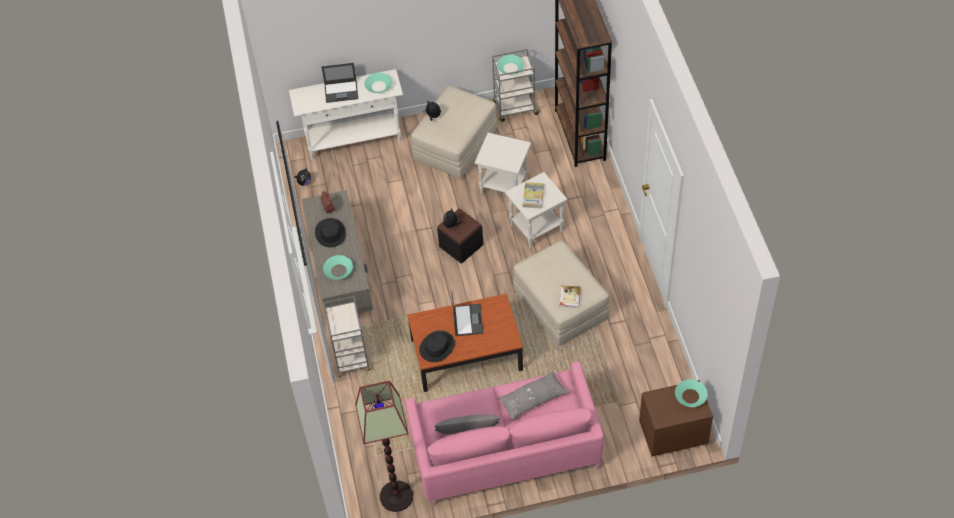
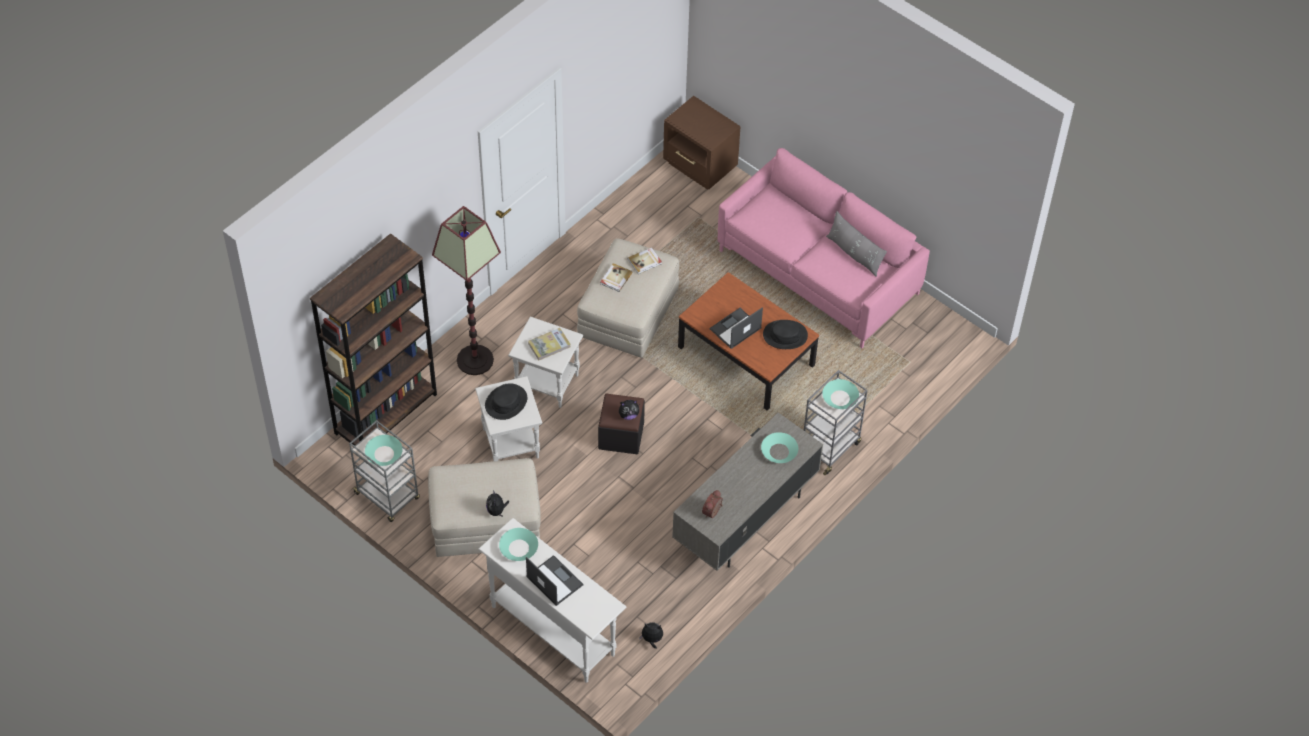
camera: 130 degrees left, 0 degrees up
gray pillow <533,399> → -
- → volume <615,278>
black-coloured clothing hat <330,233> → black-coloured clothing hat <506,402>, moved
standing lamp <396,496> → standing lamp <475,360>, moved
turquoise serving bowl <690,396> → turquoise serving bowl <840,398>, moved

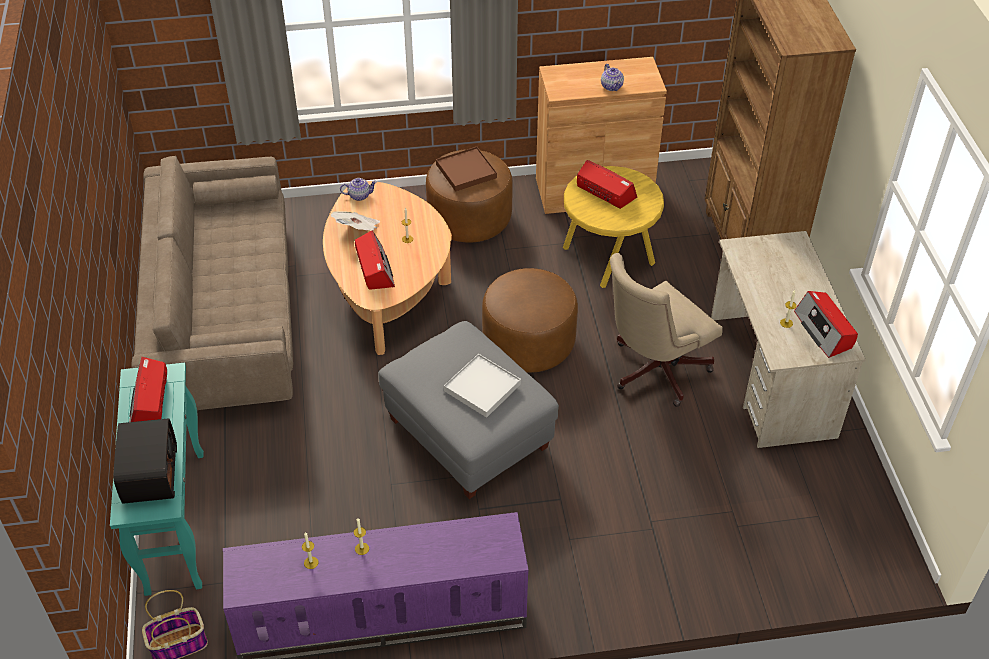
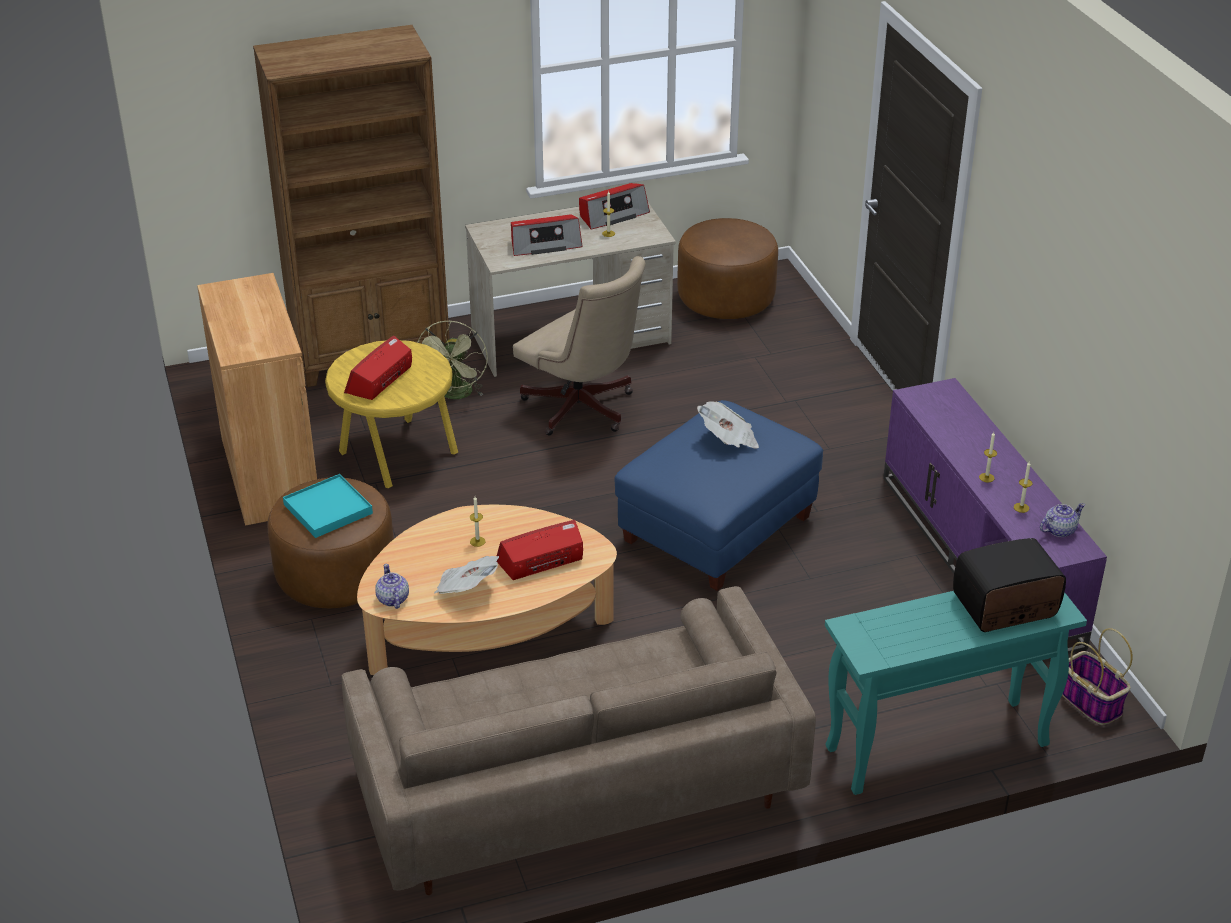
camera: 100 degrees left, 10 degrees down
- → green-coloured fan <456,395>
radio <149,401> → radio <544,244>, moved
brown pouffe <528,343> → brown pouffe <726,298>, moved
teapot <611,86> → teapot <1059,530>, moved
white-coloured carrying tray <482,388> → daily paper <728,440>
gray pouffe <468,434> → blue pouffe <718,530>
brown carrying tray <466,171> → turquoise carrying tray <327,509>

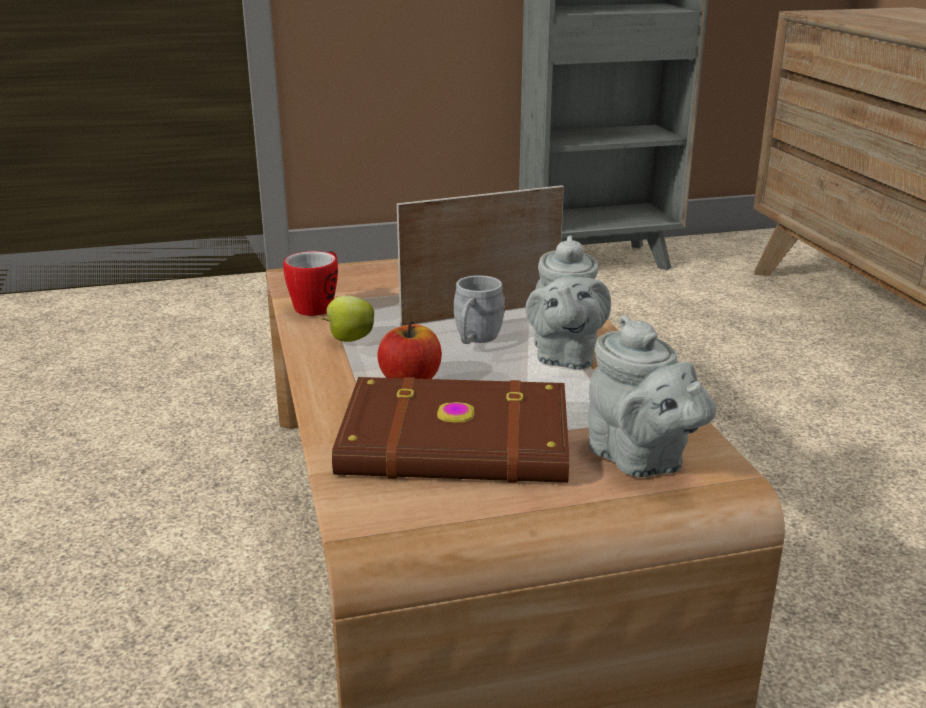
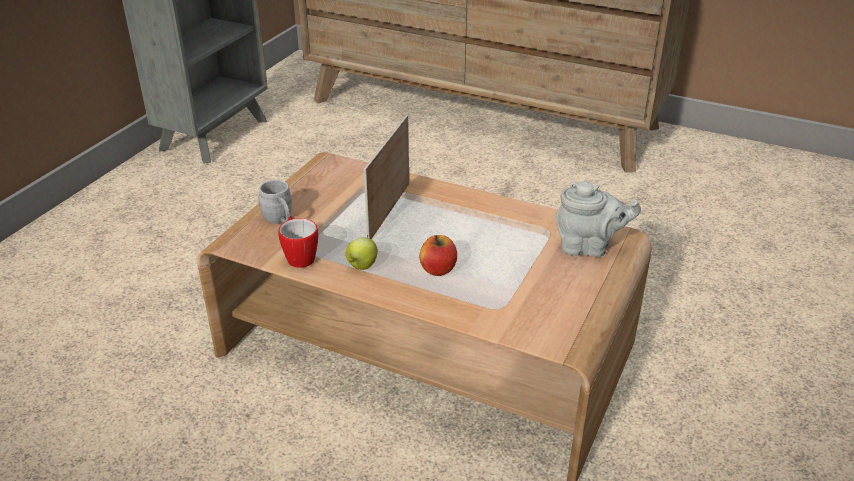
camera: 50 degrees left, 10 degrees up
brown volume <457,443> → -
gray teapot <564,357> → -
gray coffee mug <475,339> → gray coffee mug <280,220>, moved

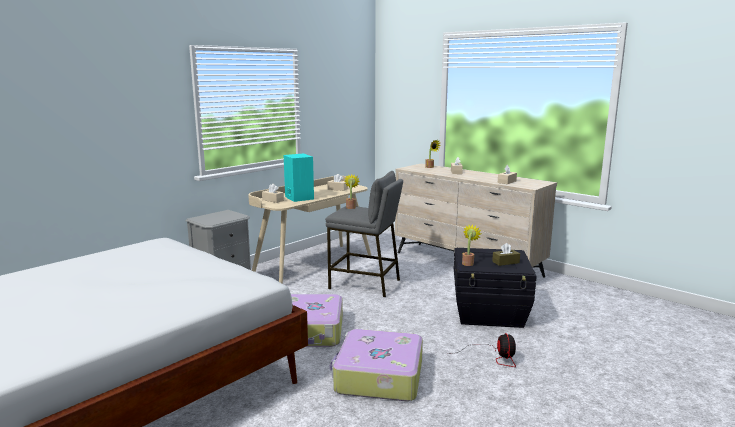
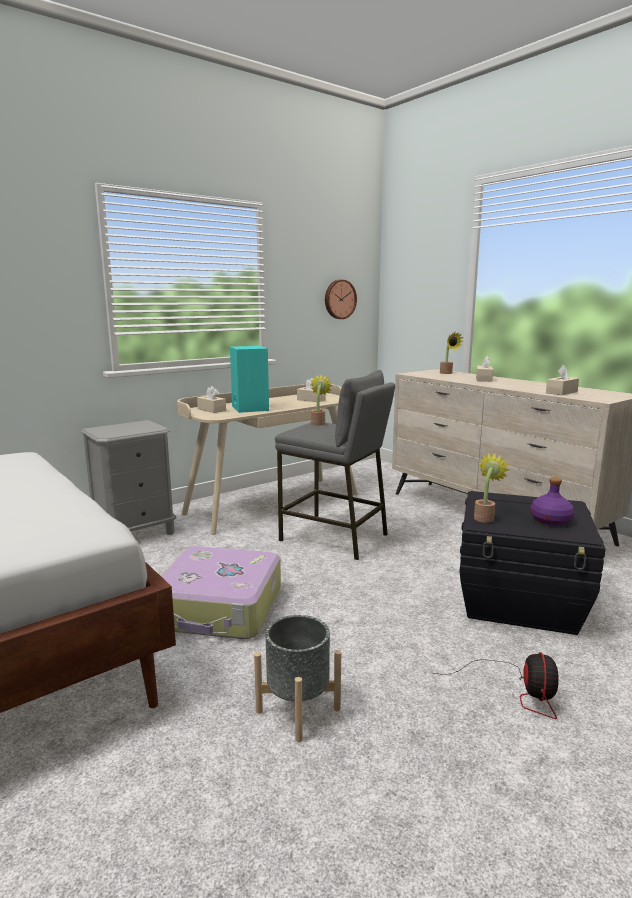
camera: 10 degrees right, 0 degrees up
- → clock on the wall <339,299>
travel case <378,376> → gray planter <298,710>
brown tissue box <505,262> → purplish bottle <550,520>

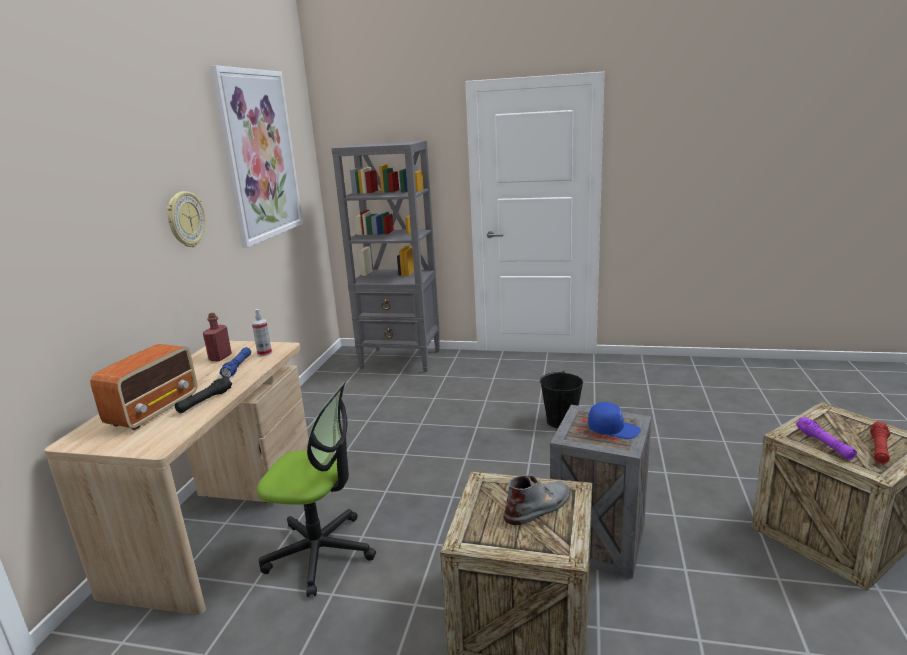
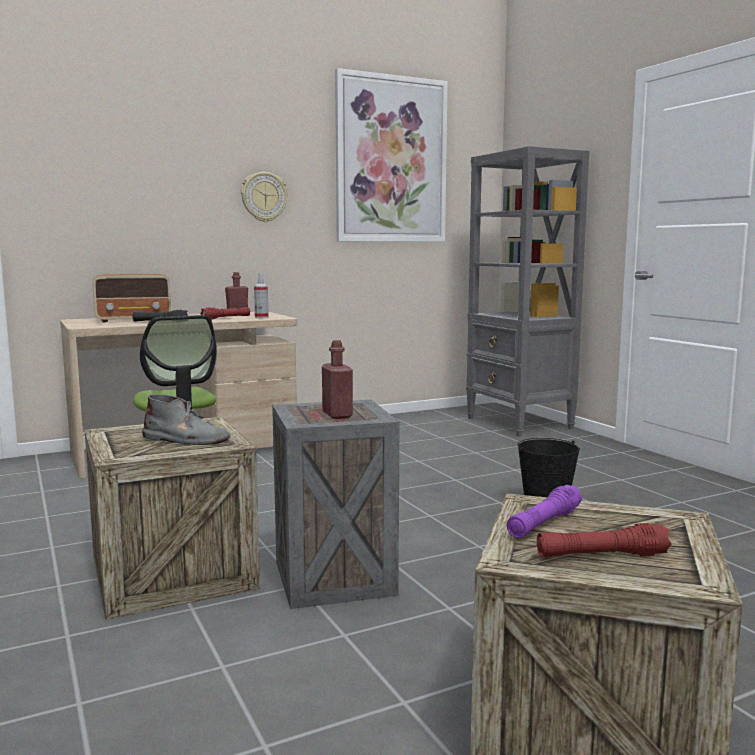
camera: 50 degrees right, 10 degrees down
blue cap <613,429> → red-coloured bottle <337,415>
blue torch <237,367> → red-coloured torch <226,318>

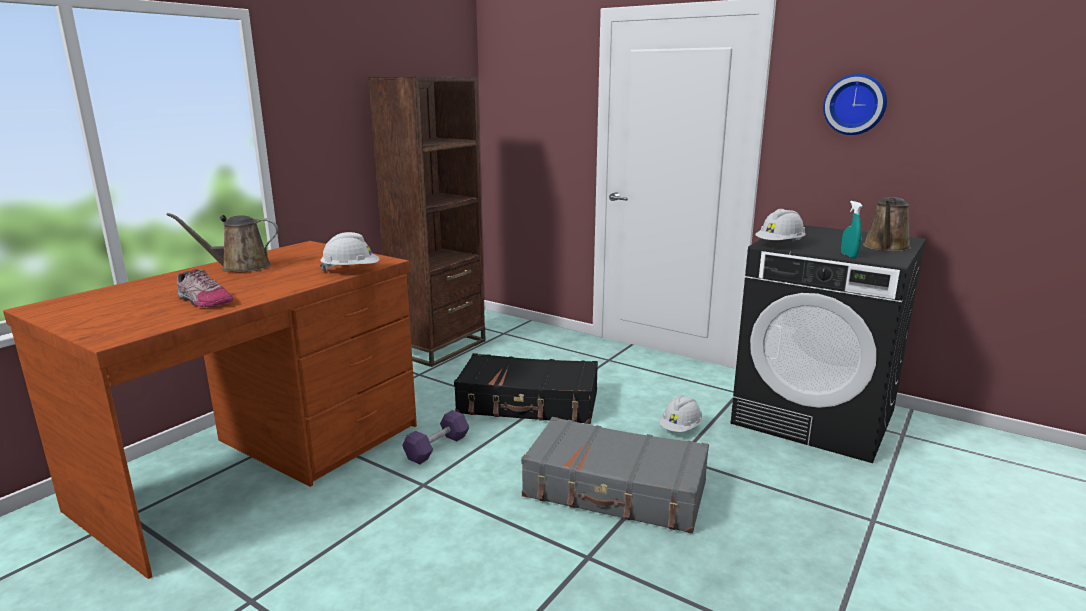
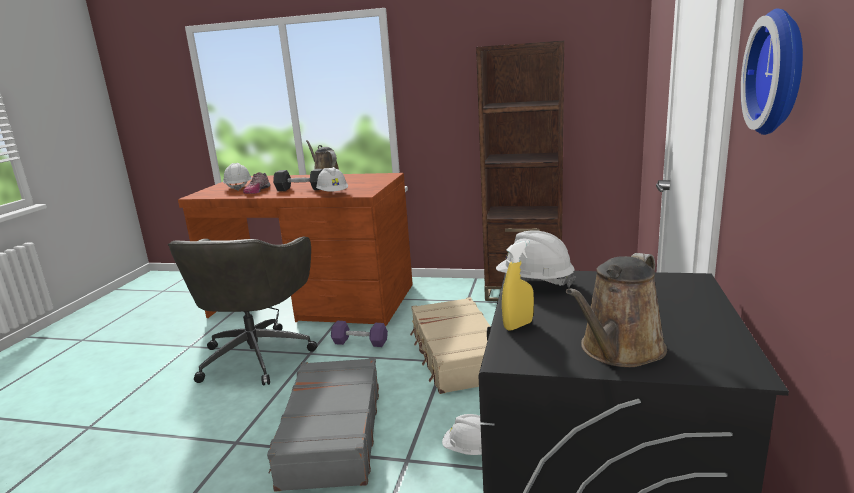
camera: 70 degrees right, 0 degrees up
- → gray computer chair <257,355>
- → white-coloured hard hat <238,187>
- → gray free weight <301,189>
black-coloured travel case <528,403> → beige-coloured travel case <456,356>
turquoise spray bottle <848,255> → yellow spray bottle <518,325>
brown watering pot <886,247> → brown watering pot <618,351>, 60 degrees counterclockwise

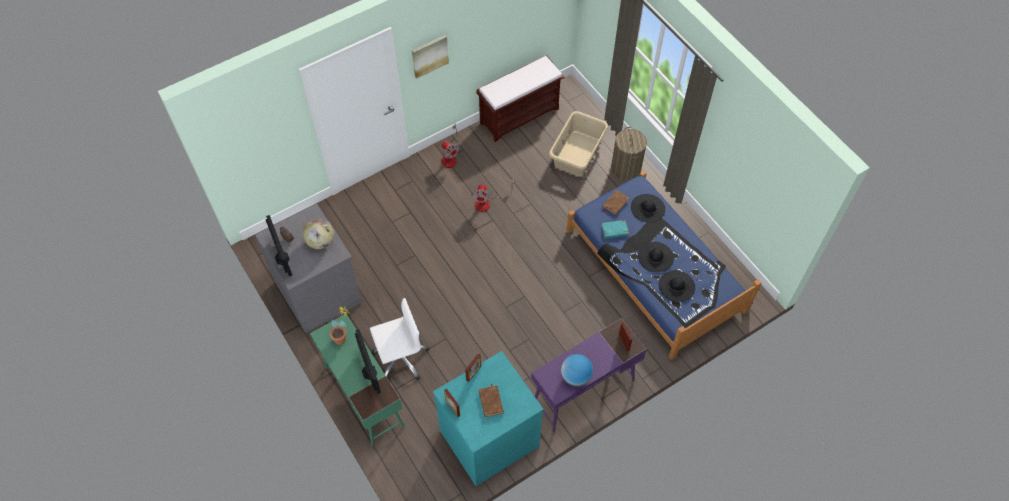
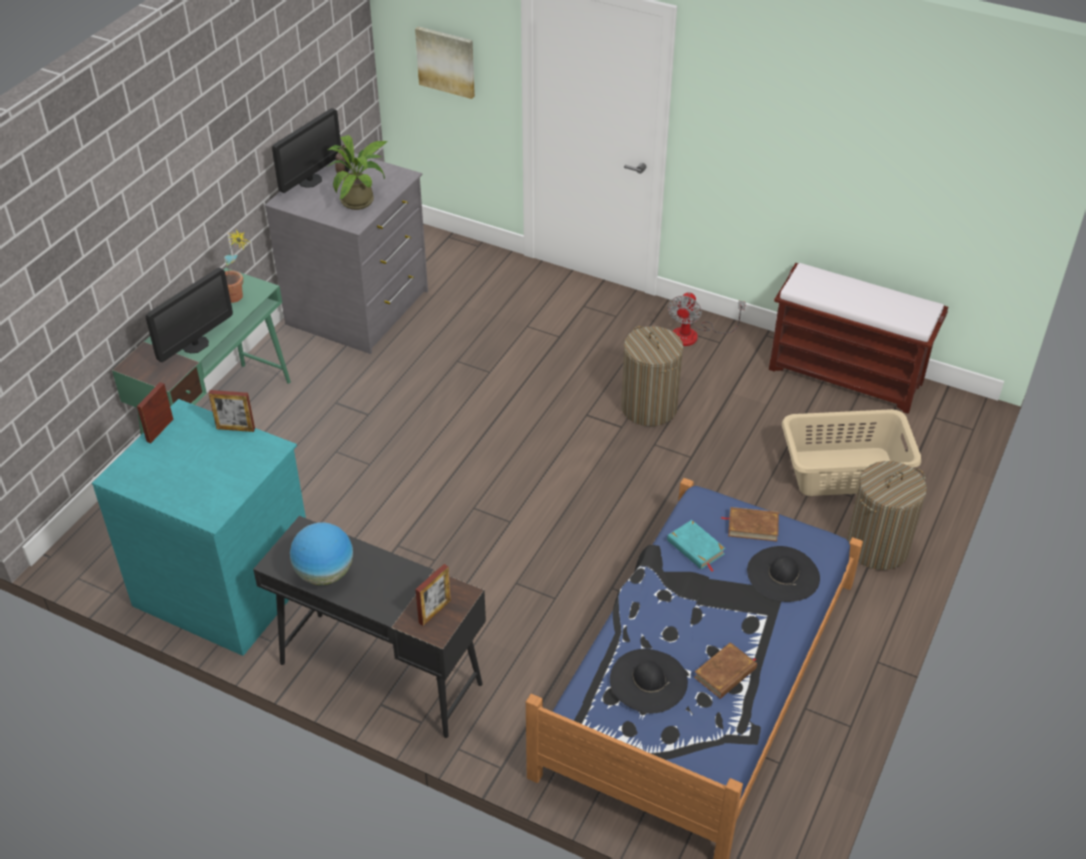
camera: 60 degrees right, 15 degrees down
white-coloured computer chair <400,358> → -
black-coloured clothing hat <655,257> → -
wall picture <429,55> → wall picture <446,61>, moved
brown volume <491,402> → brown volume <725,673>, moved
globe <320,242> → houseplant <361,200>
fan <487,202> → hamper <649,407>
purplish desk unit <583,392> → black-coloured desk unit <379,673>

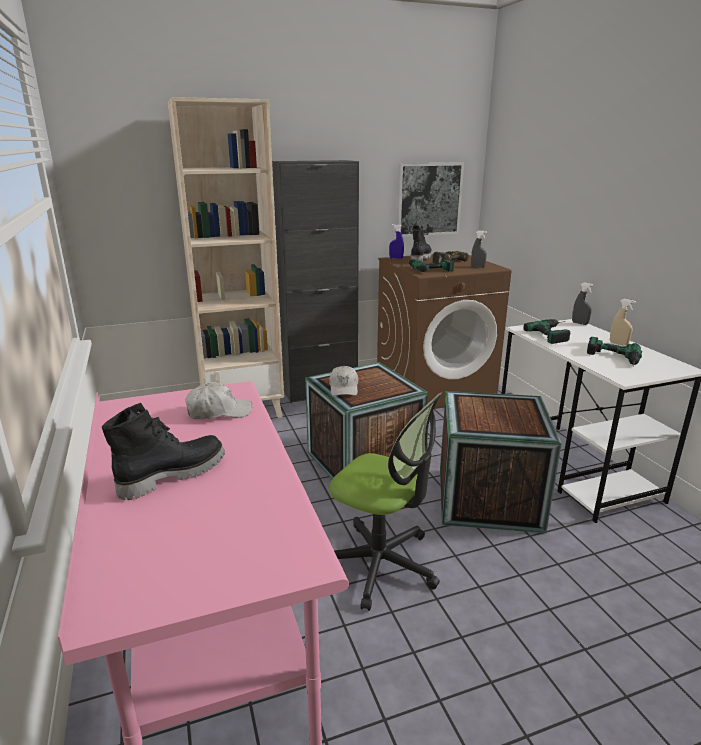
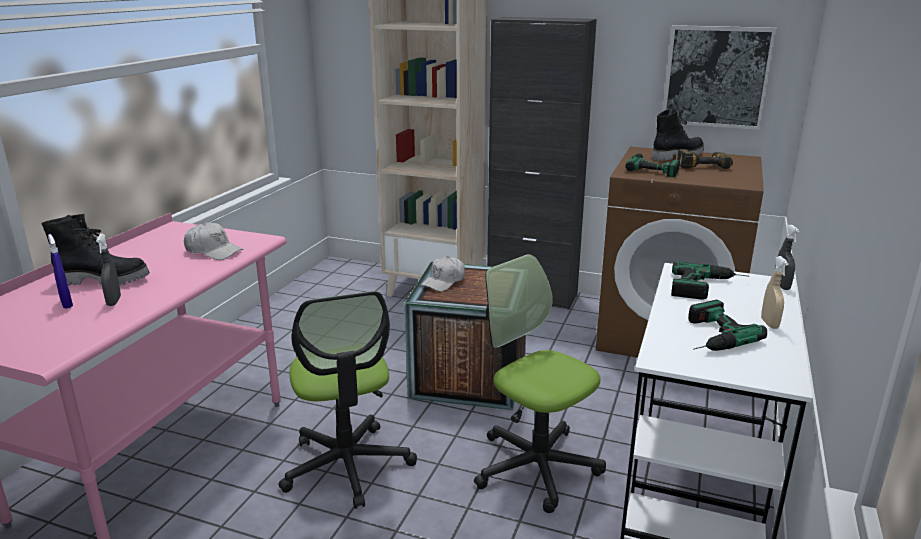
camera: 40 degrees right, 0 degrees up
blue spray bottle <396,258> → blue spray bottle <66,304>, moved
gray spray bottle <477,267> → gray spray bottle <114,301>, moved
packing crate <488,498> → computer chair <536,466>

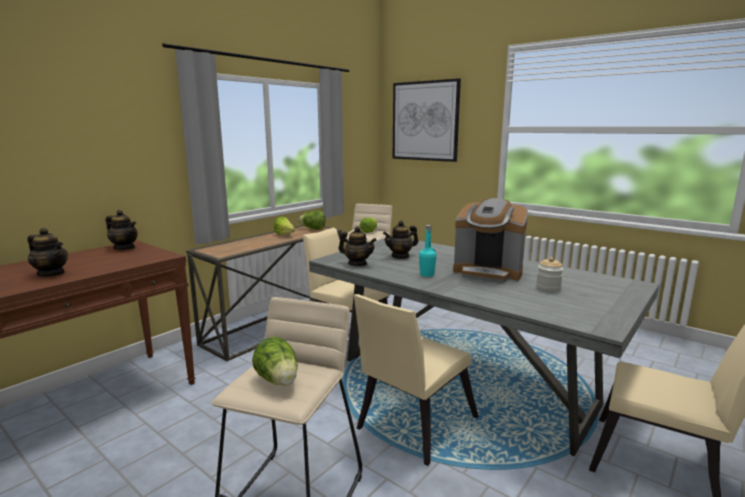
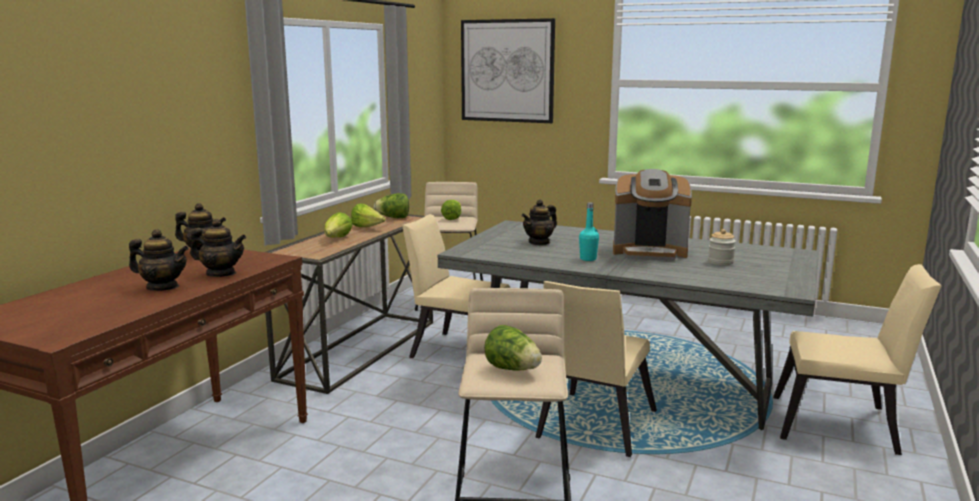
camera: 15 degrees left, 0 degrees up
- → lettuce <337,239>
teapot <357,264> → teapot <221,274>, moved

